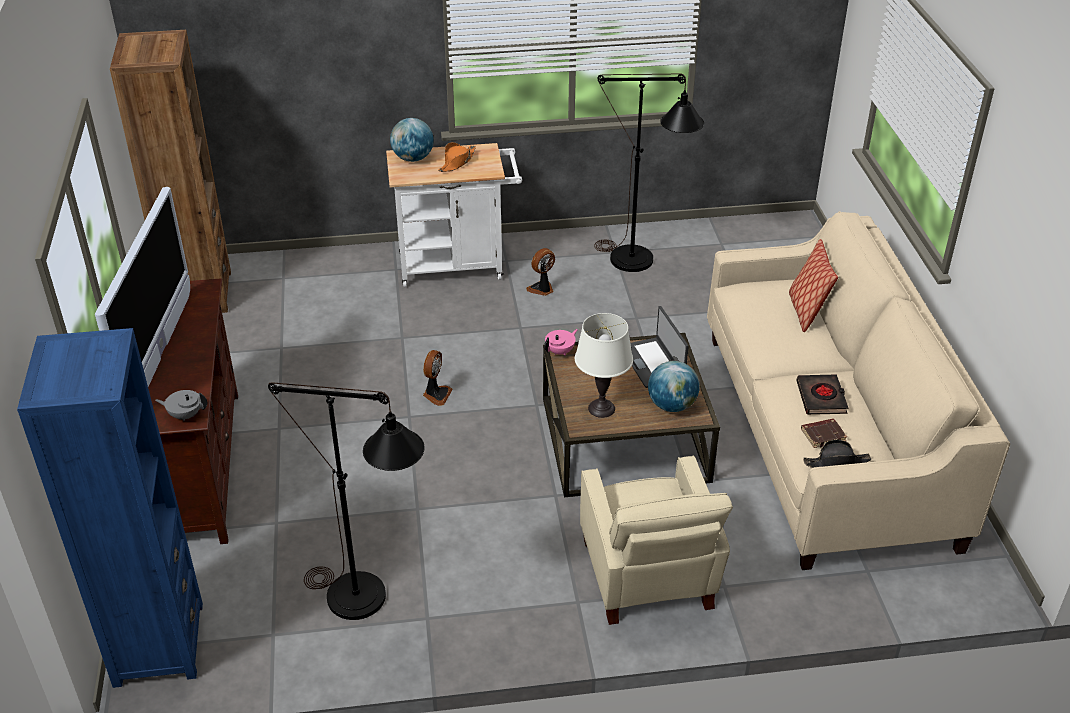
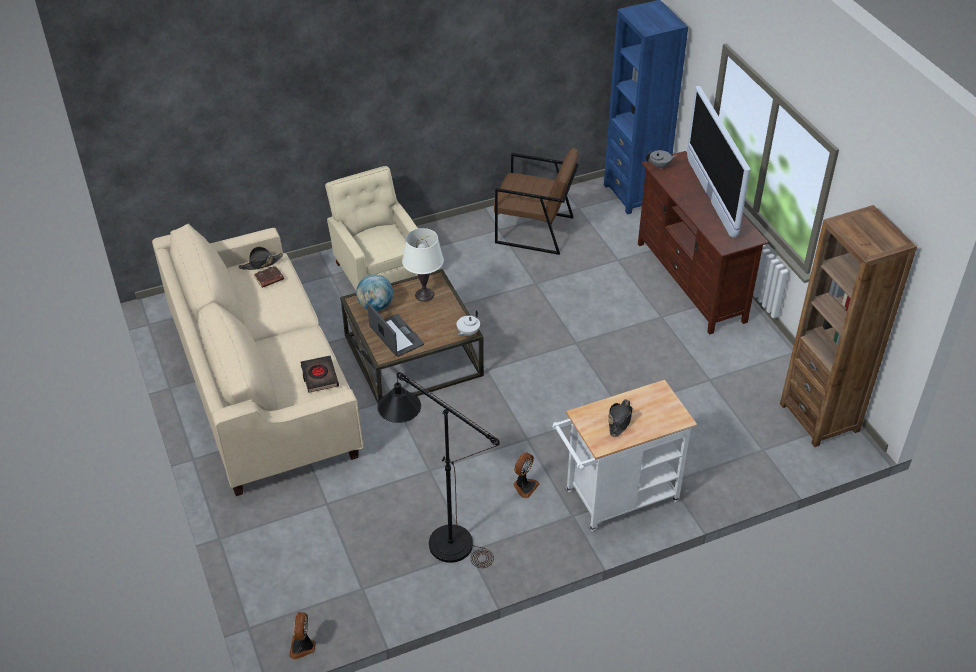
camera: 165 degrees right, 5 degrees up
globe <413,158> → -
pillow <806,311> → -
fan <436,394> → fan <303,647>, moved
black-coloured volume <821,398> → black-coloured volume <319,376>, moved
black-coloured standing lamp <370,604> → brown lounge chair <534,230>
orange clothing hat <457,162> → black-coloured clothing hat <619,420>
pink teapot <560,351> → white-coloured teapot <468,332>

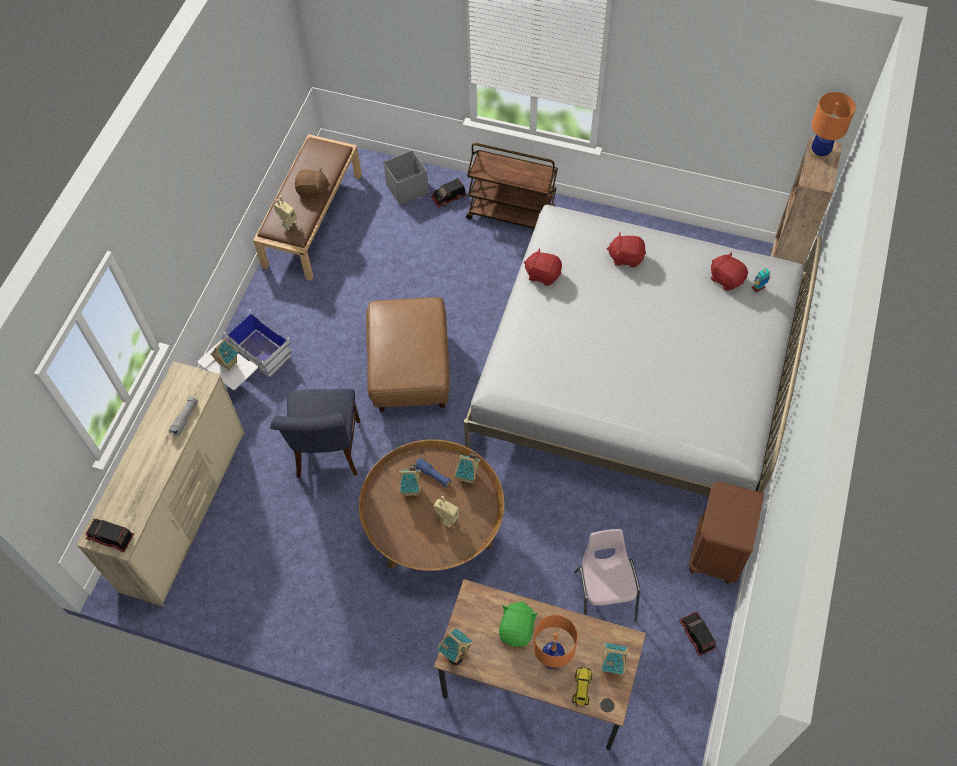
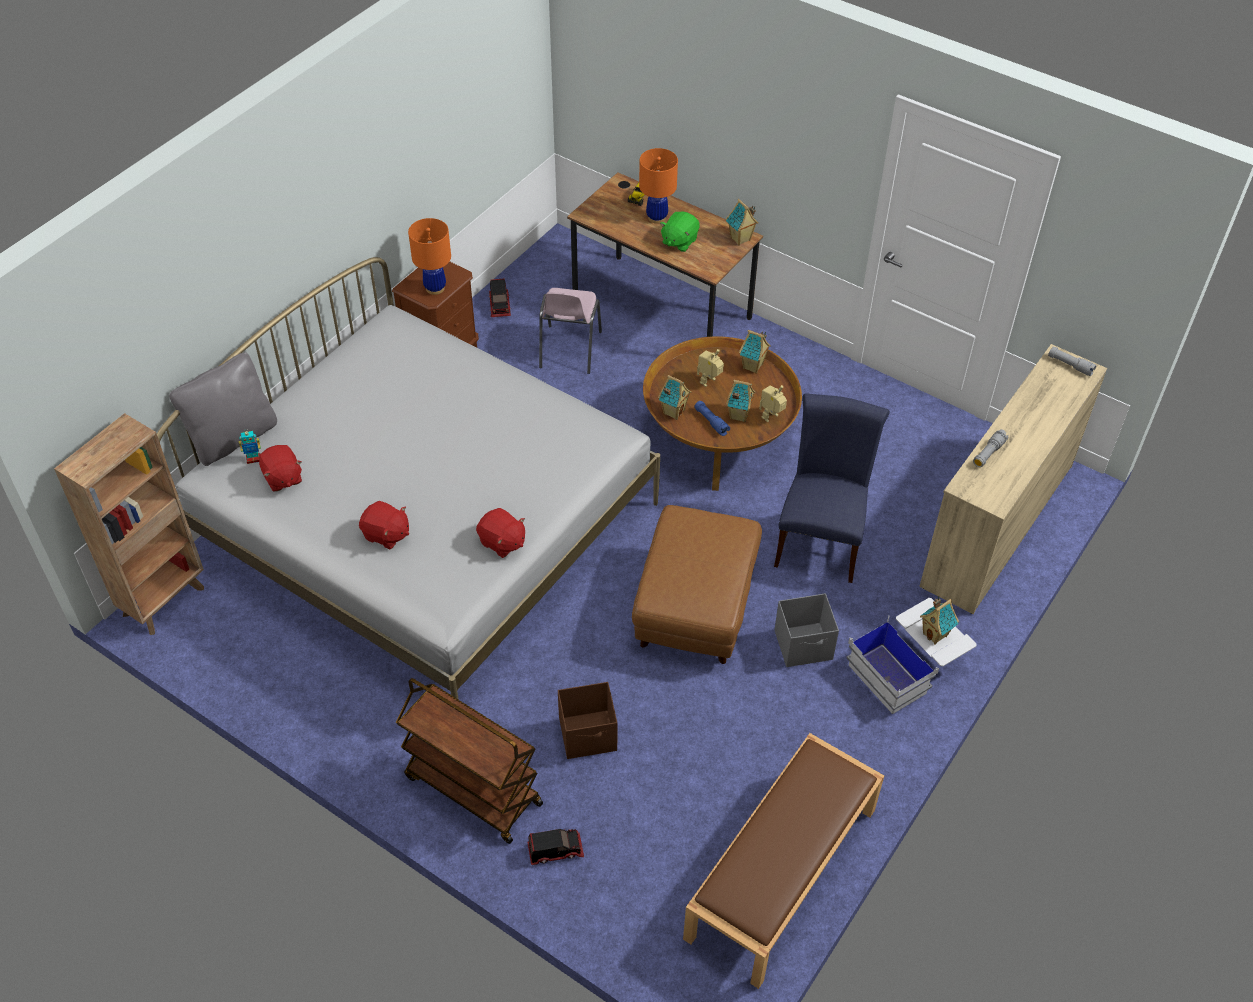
camera: 165 degrees left, 10 degrees down
brown soft toy <313,191> → -
- → gray pillow <233,438>
- → brown storage container <589,735>
robot figure <288,223> → robot figure <771,418>, moved
gray storage container <406,189> → gray storage container <804,645>, moved
miniature house <611,665> → miniature house <753,367>, moved
orange table lamp <820,152> → orange table lamp <435,288>, moved
toy truck <110,537> → gray torch <1070,365>

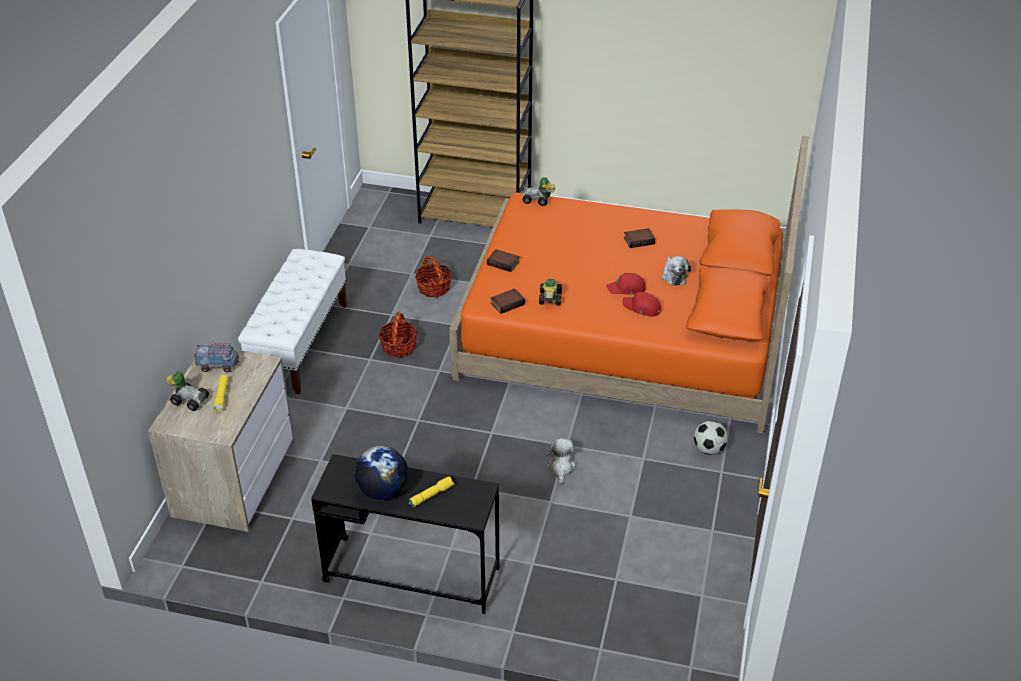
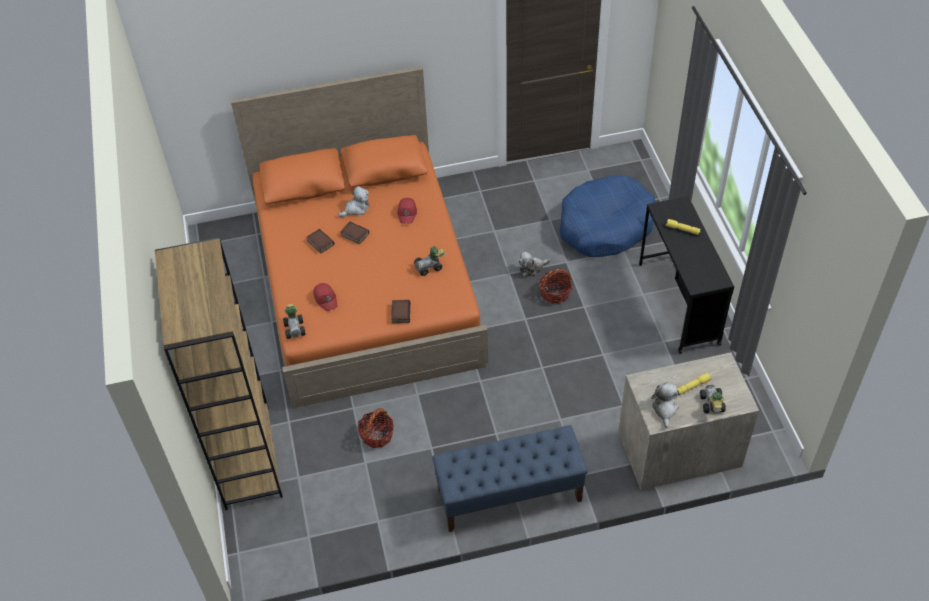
camera: 115 degrees left, 10 degrees up
globe <382,491> → -
football ball <709,449> → -
- → blue dog cushion <605,226>
storage basket <399,347> → storage basket <555,293>, moved
volume <507,303> → volume <354,235>, moved
red-coloured cap <626,289> → red-coloured cap <326,298>, moved
toy truck <218,366> → soft toy <665,409>
white-coloured bench <300,343> → blue bench <509,495>

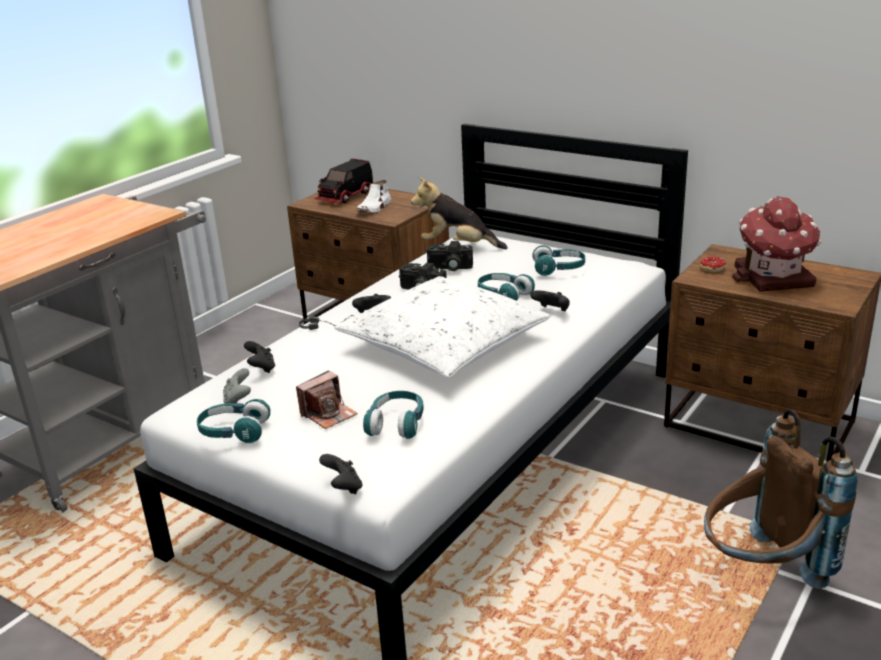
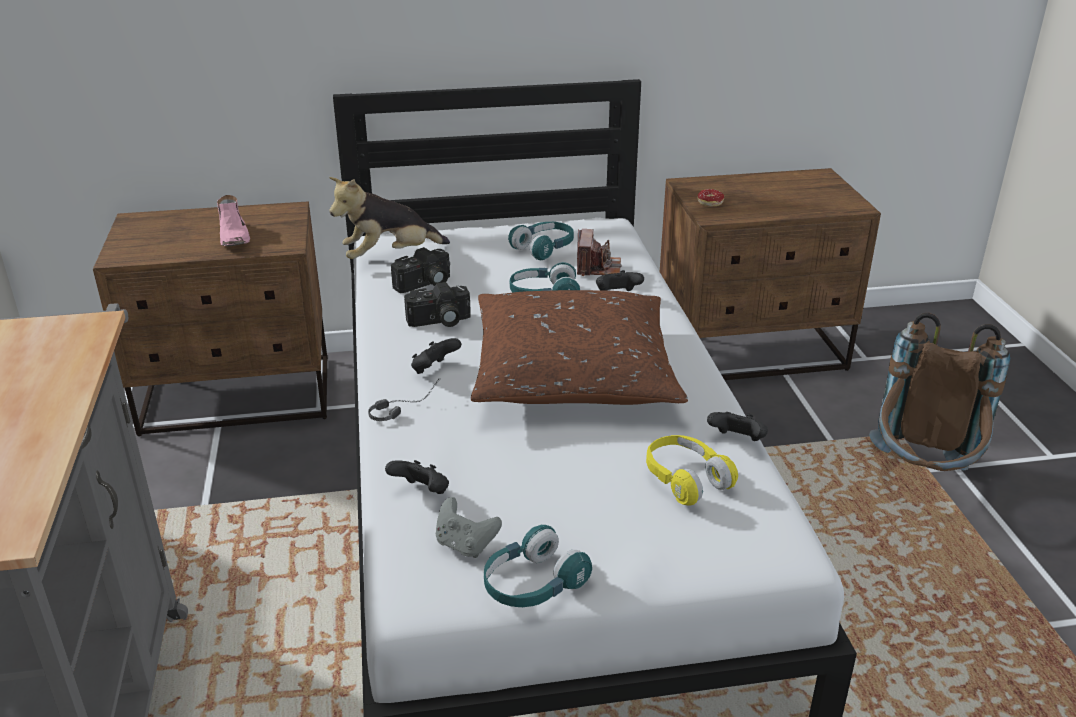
camera: 45 degrees left, 5 degrees up
toy truck <347,196> → -
miniature house <773,278> → -
still camera <328,414> → still camera <597,267>, moved
black-coloured joypad <343,488> → black-coloured joypad <737,441>, moved
white-coloured pillow <444,343> → brown pillow <573,371>
white-coloured item of footwear <375,208> → pink item of footwear <234,236>
turquoise headset <396,424> → yellow headset <685,479>

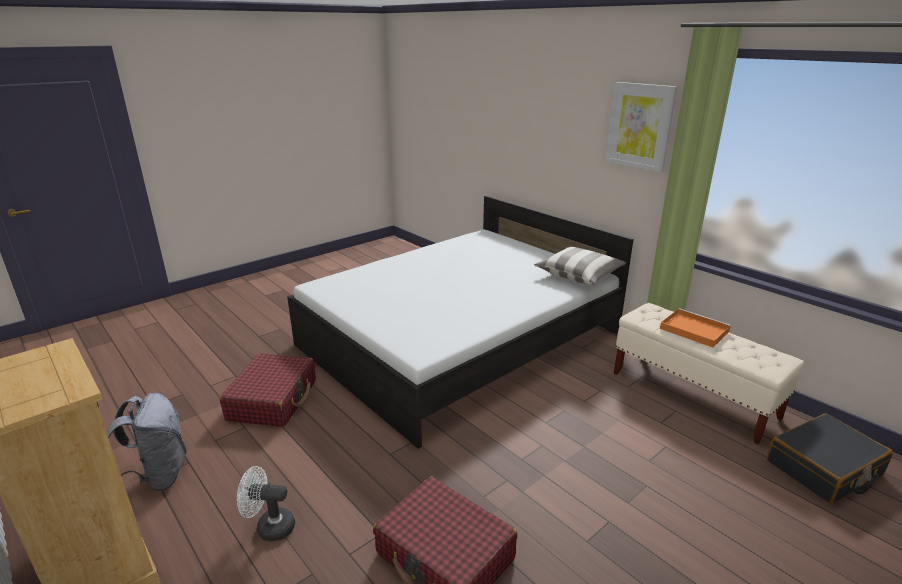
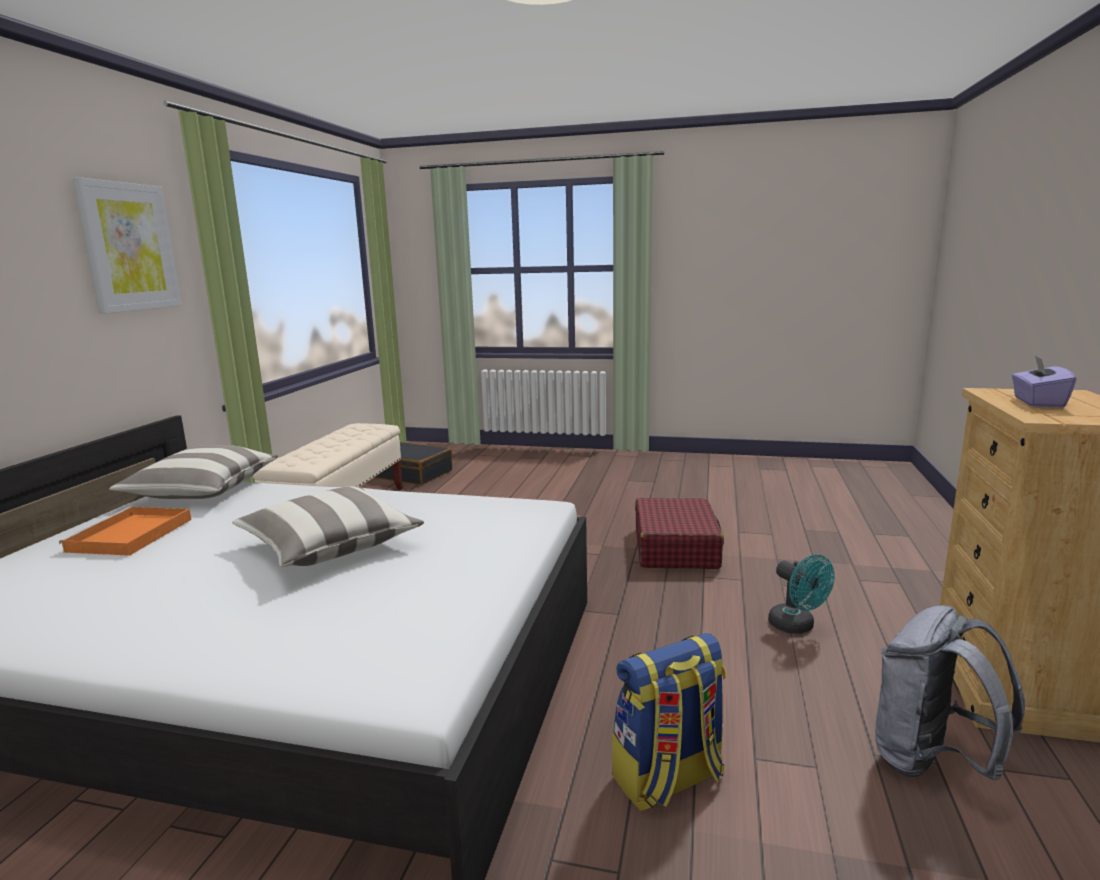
camera: 125 degrees left, 10 degrees down
- → pillow <330,546>
- → purplish tissue box <1037,402>
orange carrying tray <692,329> → orange carrying tray <129,536>, moved
red-coloured travel case <273,400> → backpack <668,779>
white-coloured fan <270,527> → turquoise fan <797,627>

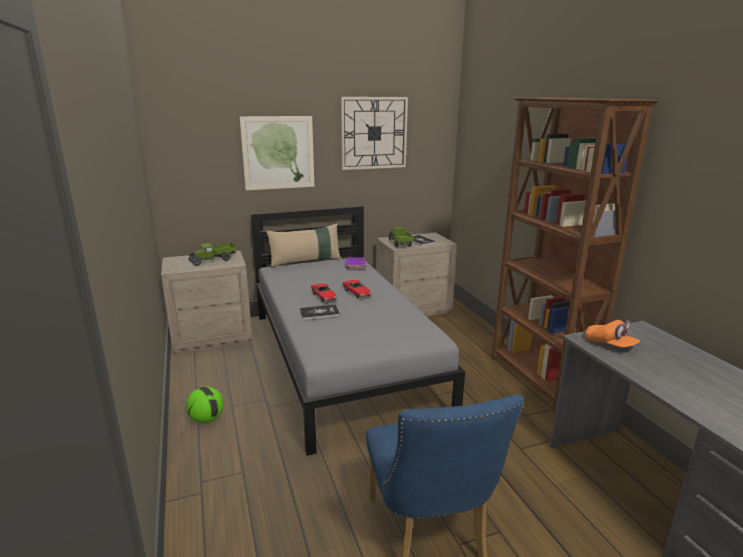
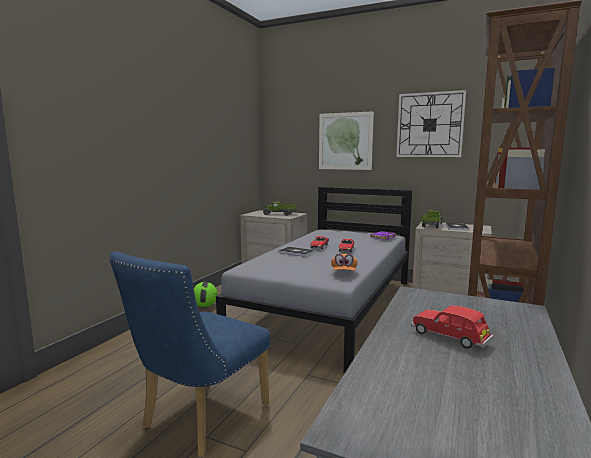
camera: 45 degrees right, 10 degrees down
beige-coloured pillow <305,261> → -
- → red-coloured model car <450,338>
orange cap <609,345> → orange cap <344,273>, moved

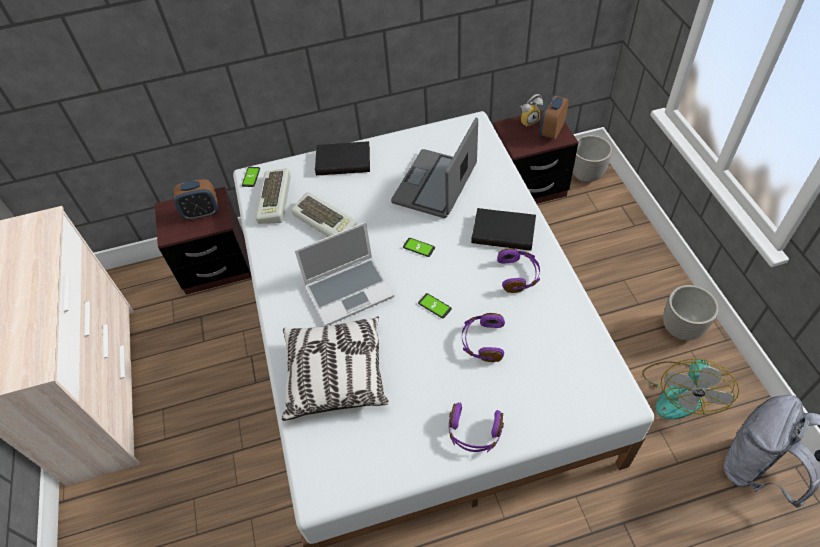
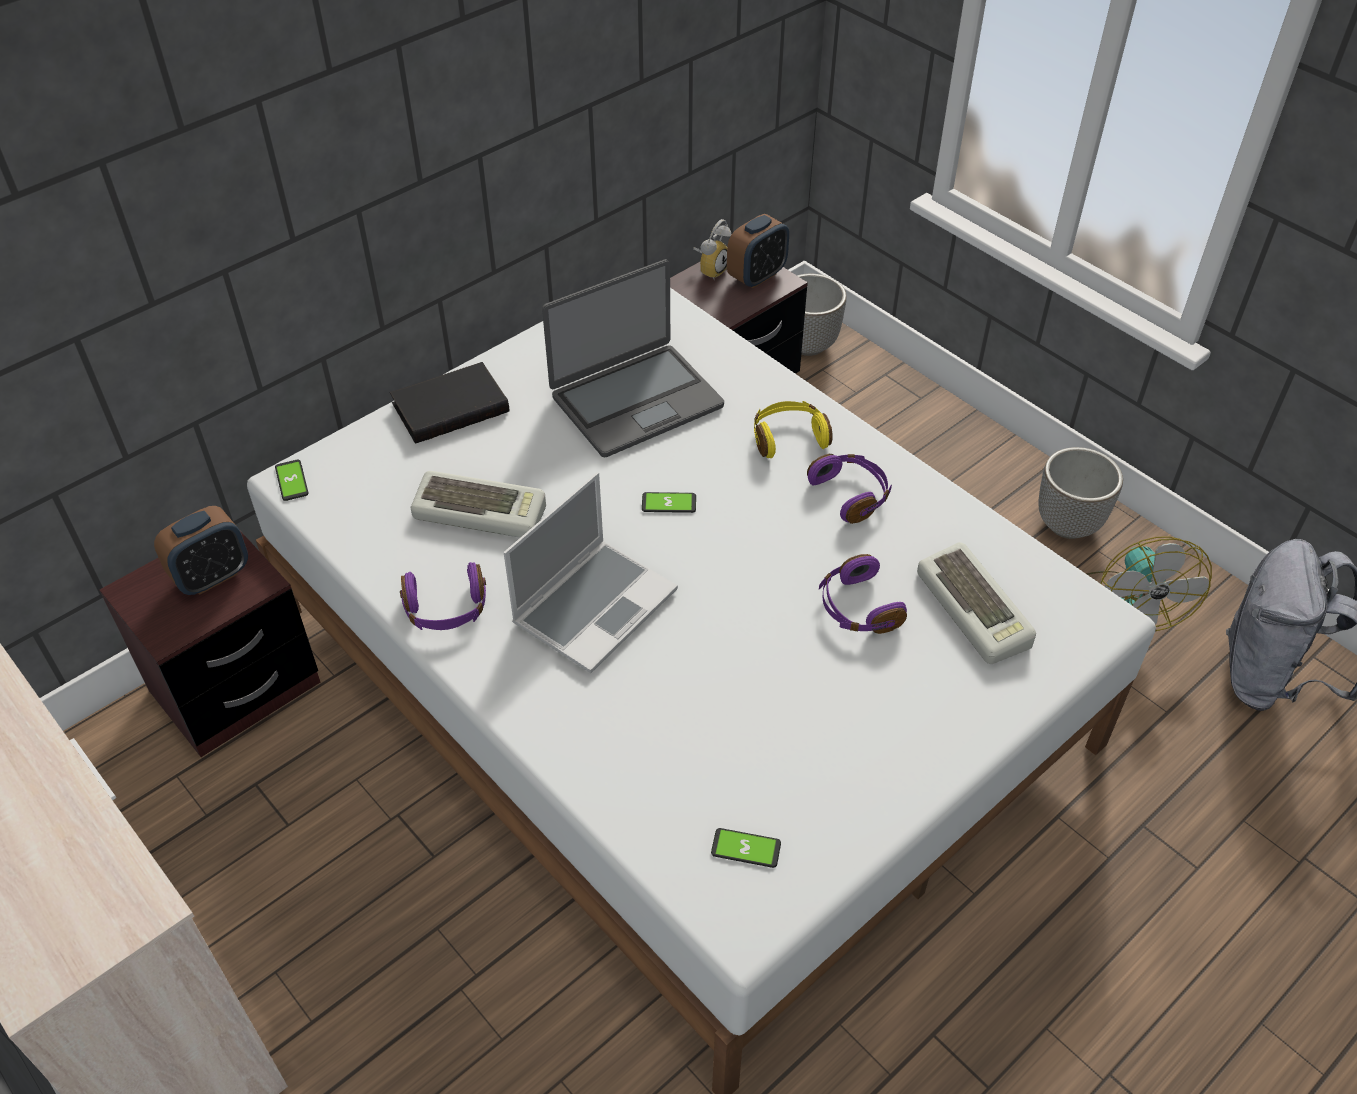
camera: 30 degrees left, 5 degrees down
pillow <335,375> → -
PC keyboard <276,200> → PC keyboard <976,610>, moved
telephone <434,306> → telephone <746,848>, moved
purplish headset <474,433> → purplish headset <446,610>, moved
black-coloured volume <504,231> → yellow headset <788,437>
laptop <435,185> → laptop <635,400>, 120 degrees counterclockwise
bedside clock <551,131> → bedside clock <757,276>, 135 degrees counterclockwise

